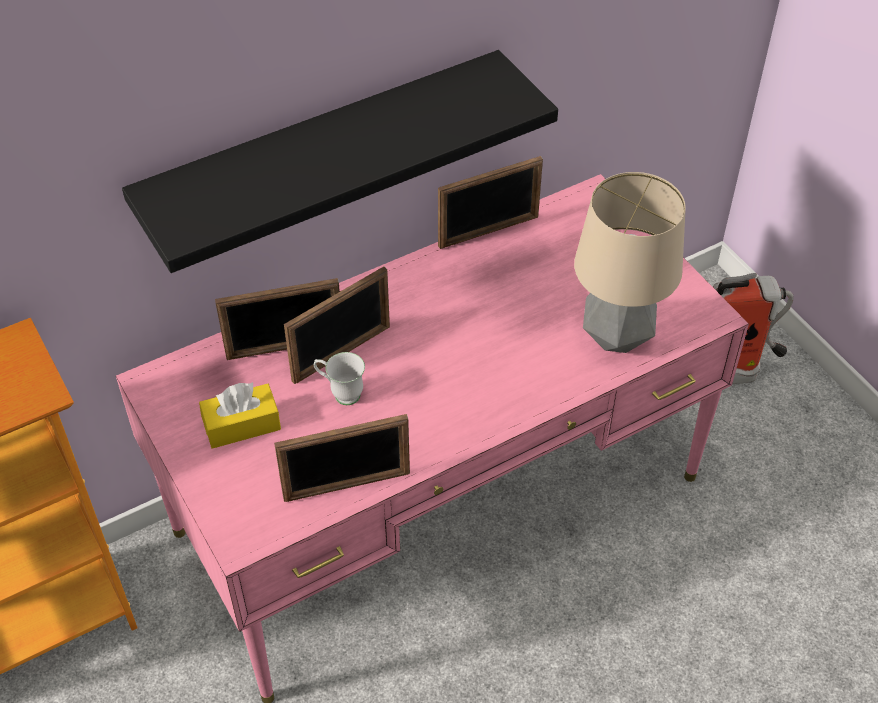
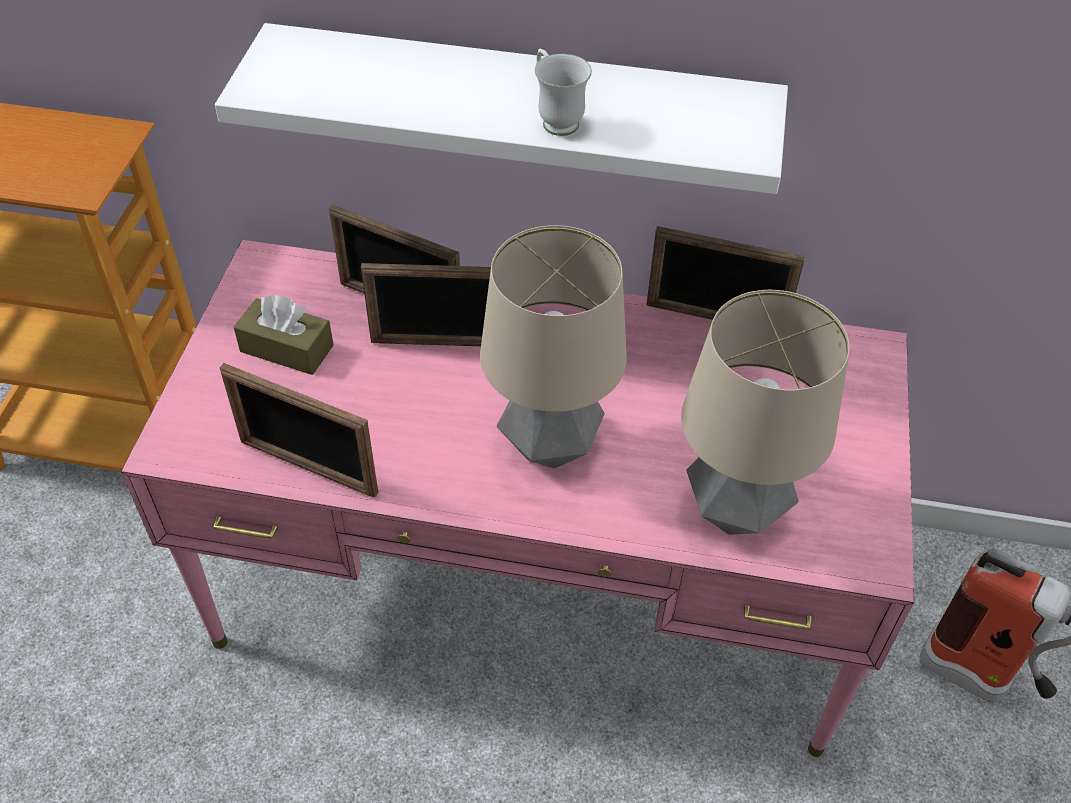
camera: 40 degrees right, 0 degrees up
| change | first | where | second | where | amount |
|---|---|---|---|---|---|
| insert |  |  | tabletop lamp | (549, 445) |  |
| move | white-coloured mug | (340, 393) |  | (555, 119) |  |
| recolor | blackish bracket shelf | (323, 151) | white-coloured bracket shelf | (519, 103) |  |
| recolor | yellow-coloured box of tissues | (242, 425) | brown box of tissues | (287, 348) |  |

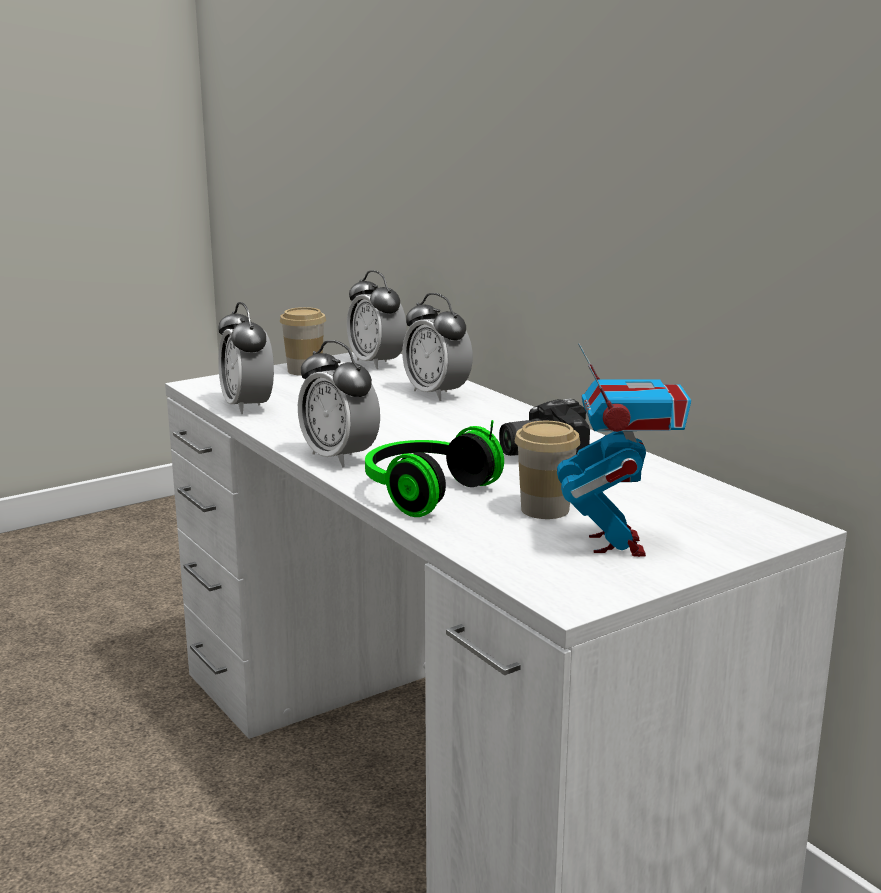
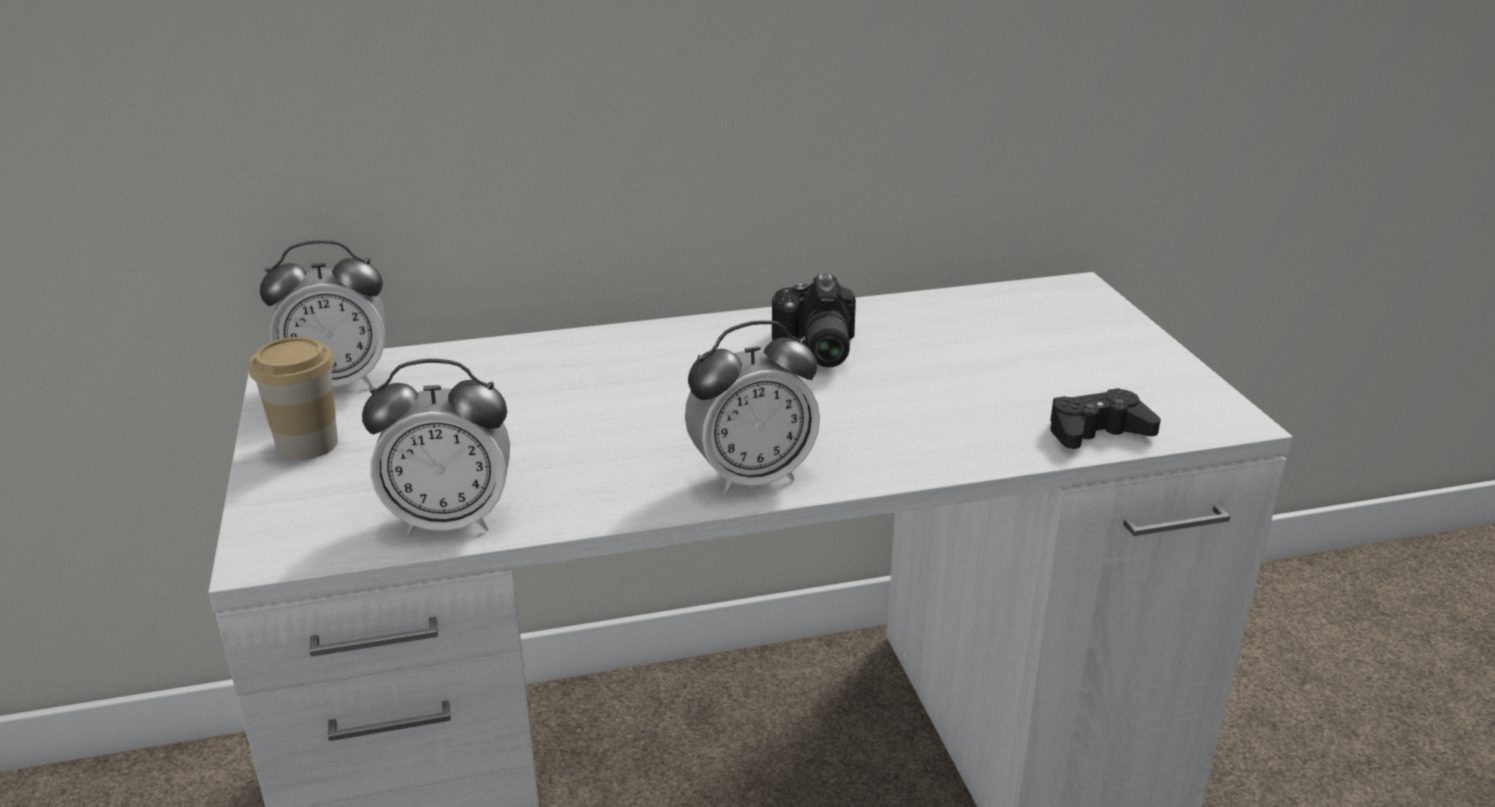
camera: 70 degrees left, 10 degrees up
| change | first | where | second | where | amount |
|---|---|---|---|---|---|
| delete | headphones | (423, 492) |  |  |  |
| delete | table clock | (437, 394) |  |  |  |
| delete | cup | (545, 509) |  |  |  |
| delete | robot figure | (617, 544) |  |  |  |
| insert |  |  | blackish joypad | (1097, 431) |  |

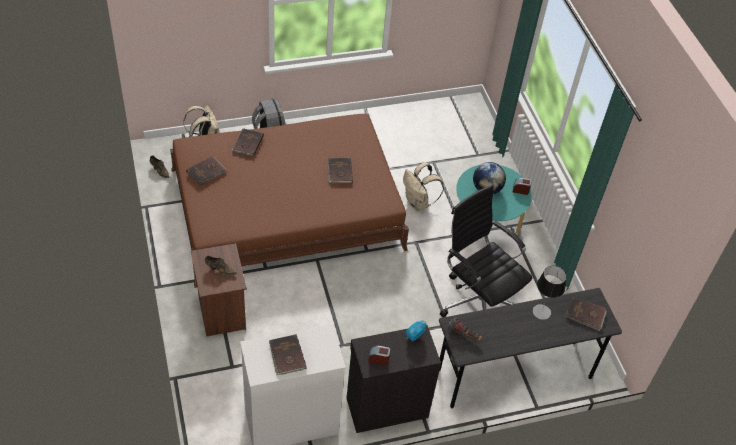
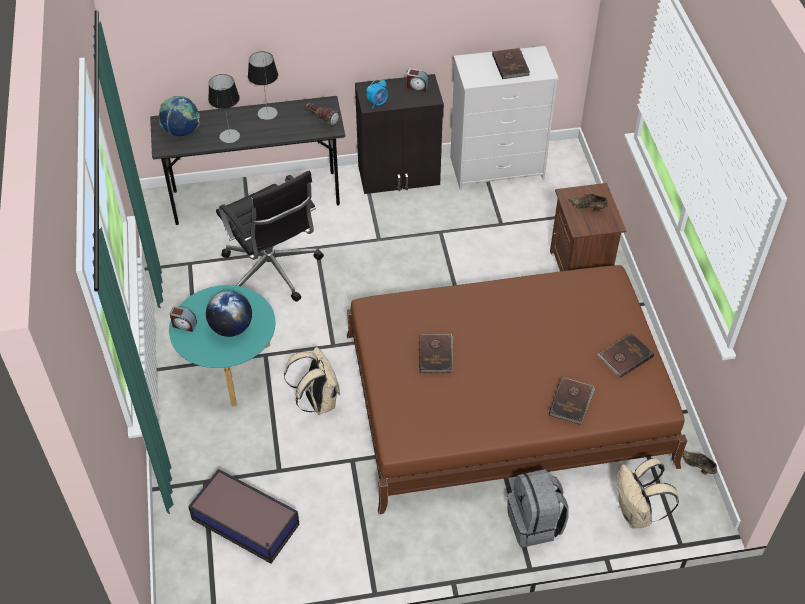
camera: 170 degrees left, 0 degrees up
| change | first | where | second | where | amount |
|---|---|---|---|---|---|
| insert |  |  | storage container | (246, 523) |  |
| insert |  |  | tabletop lamp | (267, 113) |  |
| replace | brown bound book | (585, 315) | world globe | (182, 132) |  |

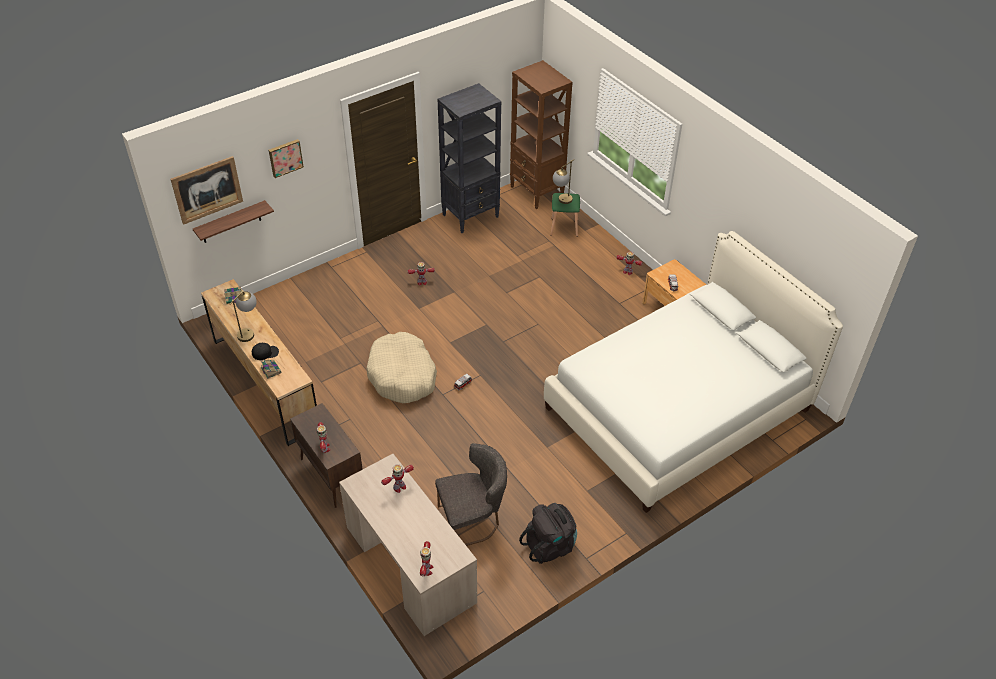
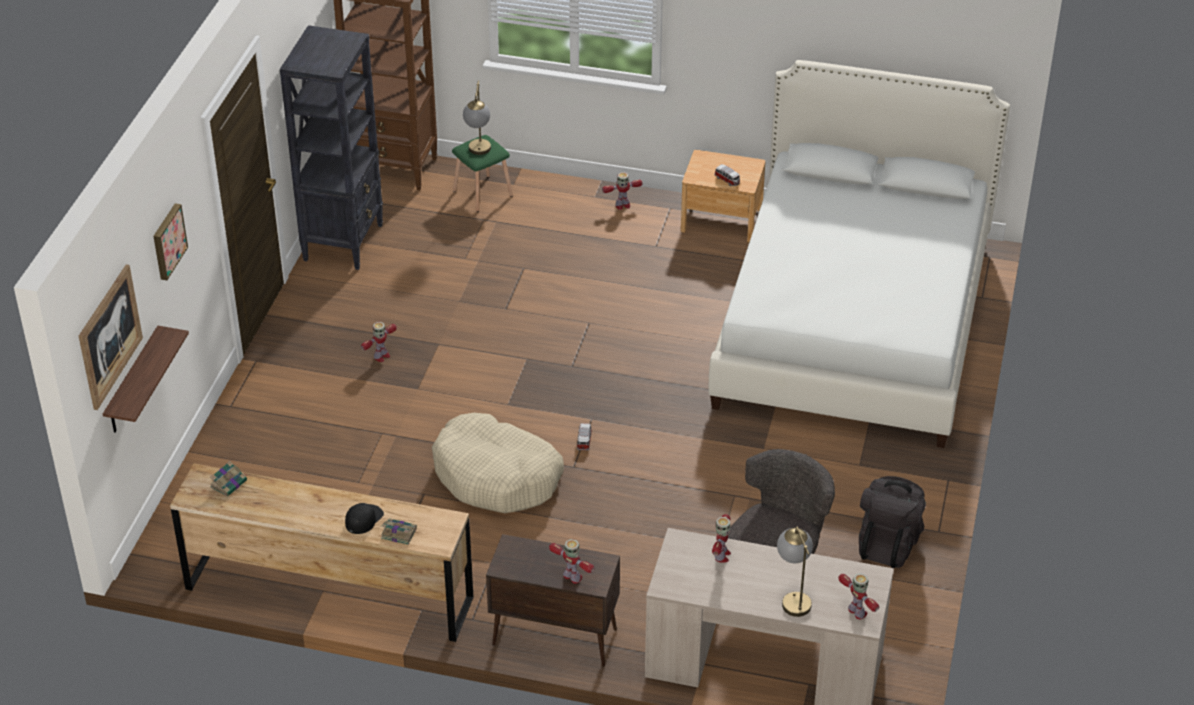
camera: 40 degrees left, 5 degrees down
| change | first | where | second | where | amount |
|---|---|---|---|---|---|
| move | tabletop lamp | (249, 332) |  | (792, 597) |  |

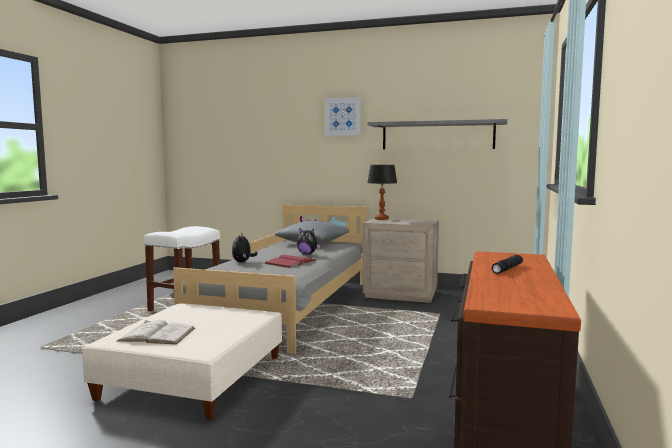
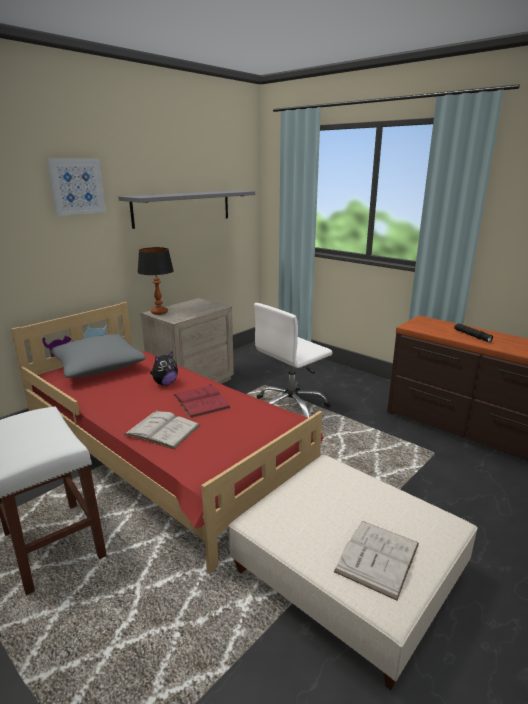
camera: 65 degrees left, 15 degrees up
| change | first | where | second | where | amount |
|---|---|---|---|---|---|
| insert |  |  | white-coloured office chair | (291, 408) |  |
| replace | plush toy | (243, 262) | white-coloured bound book | (162, 430) |  |
| recolor | greyish sleeping bed | (289, 308) | red-coloured sleeping bed | (164, 455) |  |

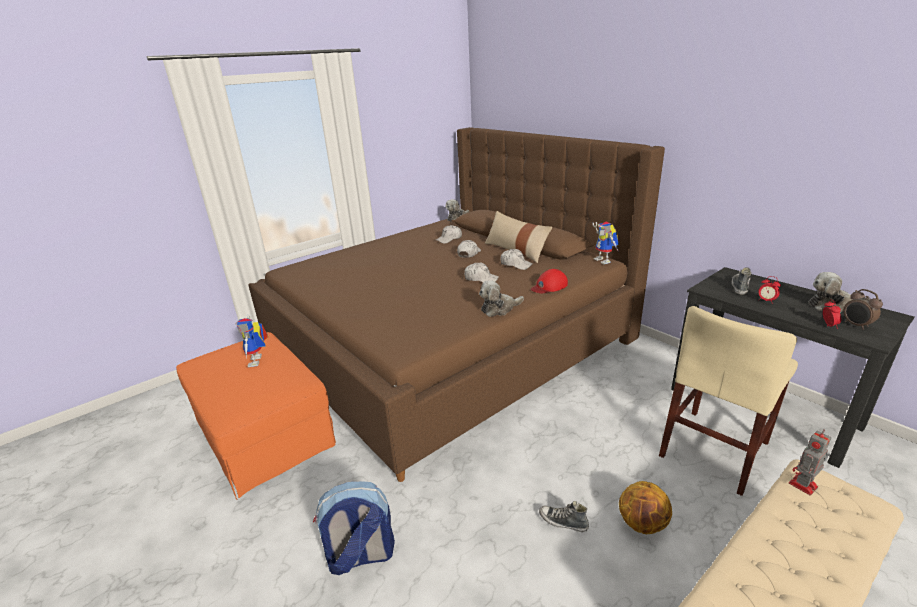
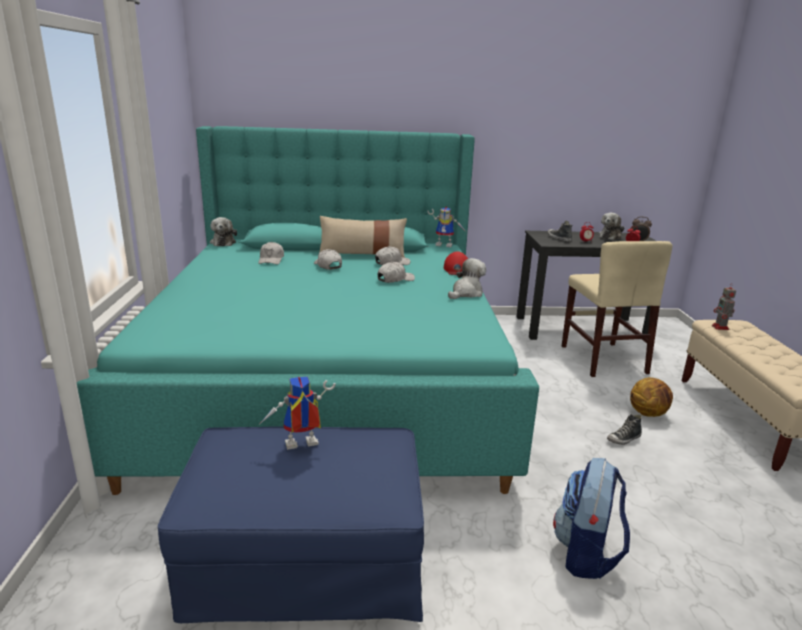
camera: 55 degrees left, 5 degrees down
| change | first | where | second | where | amount |
|---|---|---|---|---|---|
| recolor | orange-coloured pouffe | (264, 433) | bluish pouffe | (304, 562) |  |
| recolor | brown sleeping bed | (451, 344) | turquoise-coloured sleeping bed | (331, 381) |  |
| rotate | robot figure | (258, 361) |  | (299, 447) | 135 degrees clockwise |
| rotate | plush toy | (499, 309) |  | (466, 293) | 150 degrees counterclockwise |

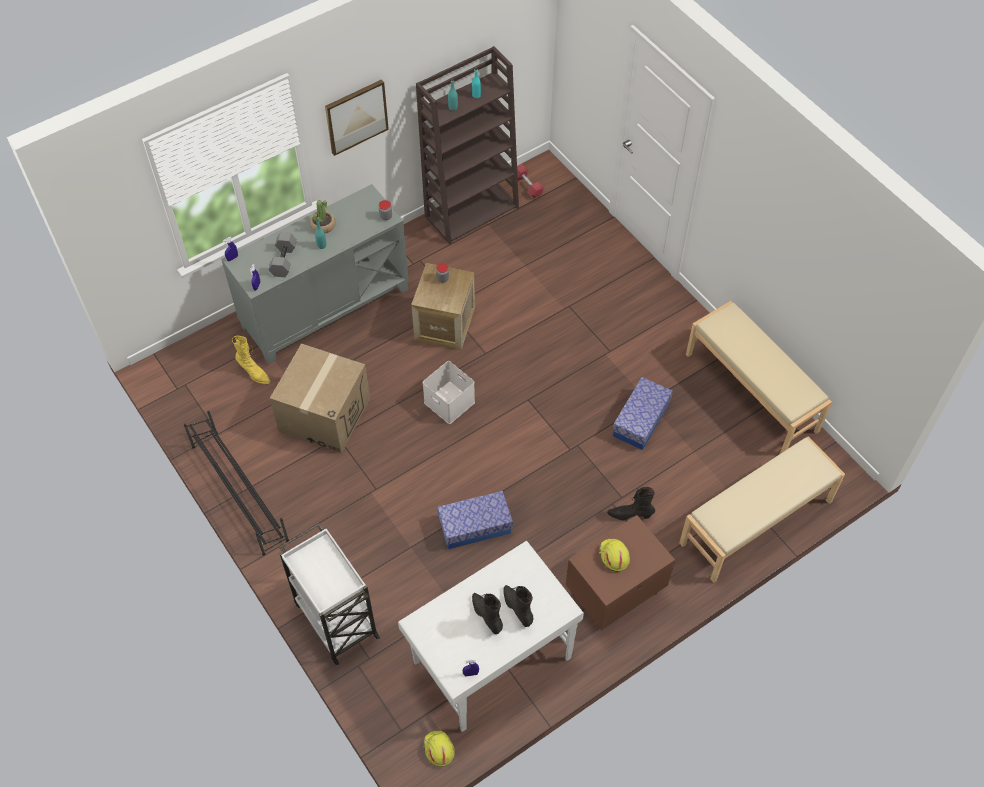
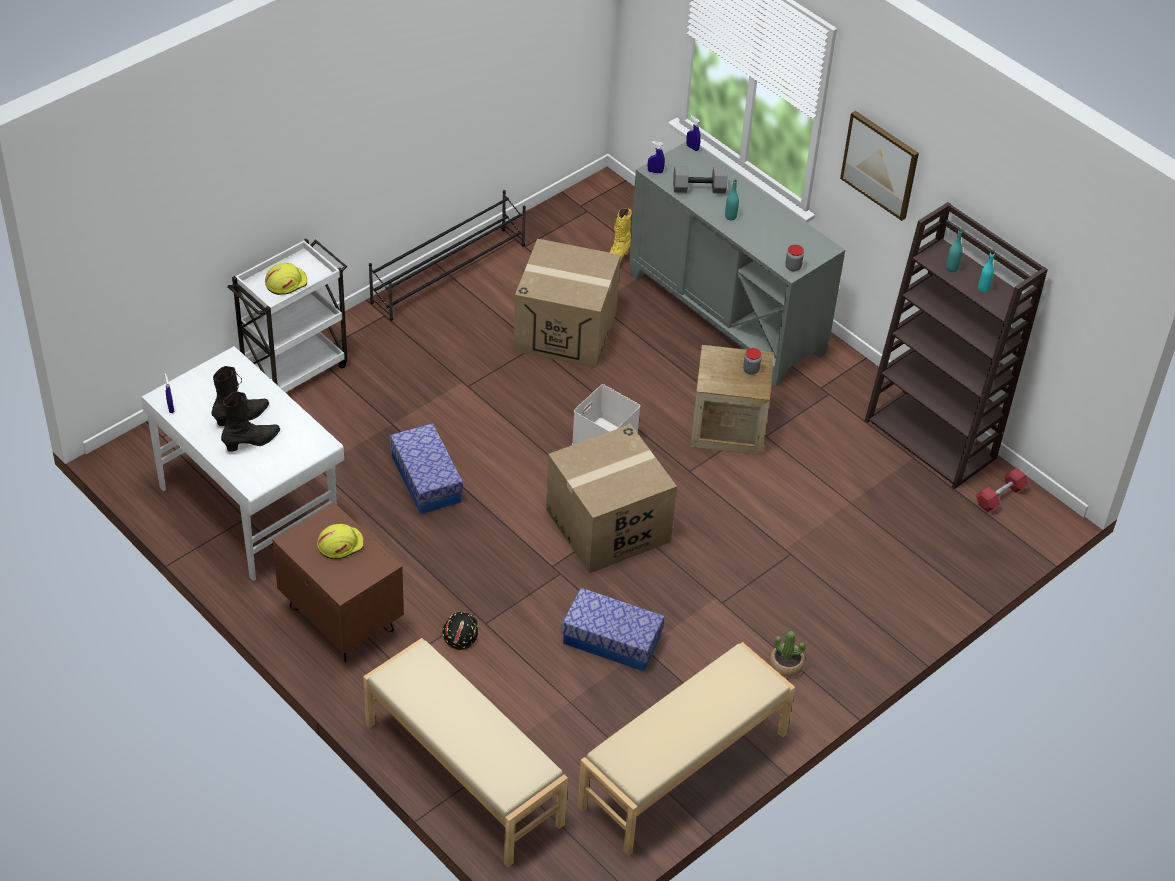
camera: 80 degrees right, 10 degrees down
| change | first | where | second | where | amount |
|---|---|---|---|---|---|
| insert |  |  | packing box | (607, 526) |  |
| move | plant in a pot | (323, 225) |  | (786, 664) |  |
| move | yellow-coloured hard hat | (438, 749) |  | (286, 282) |  |
| replace | blackish boot | (630, 514) | blackish hard hat | (459, 633) |  |

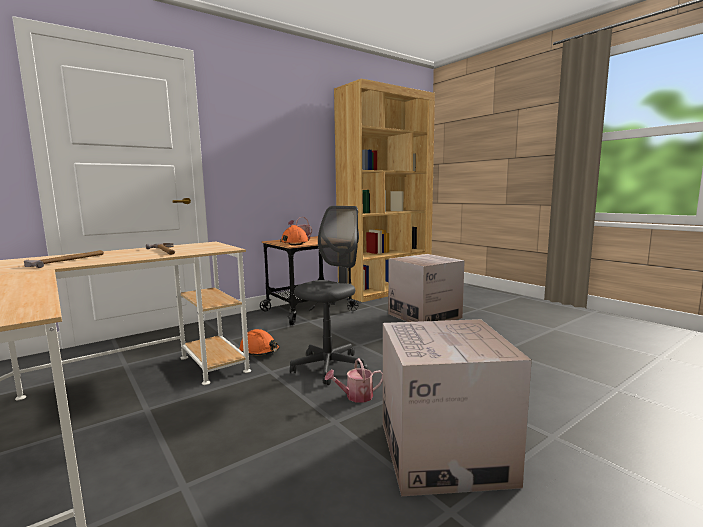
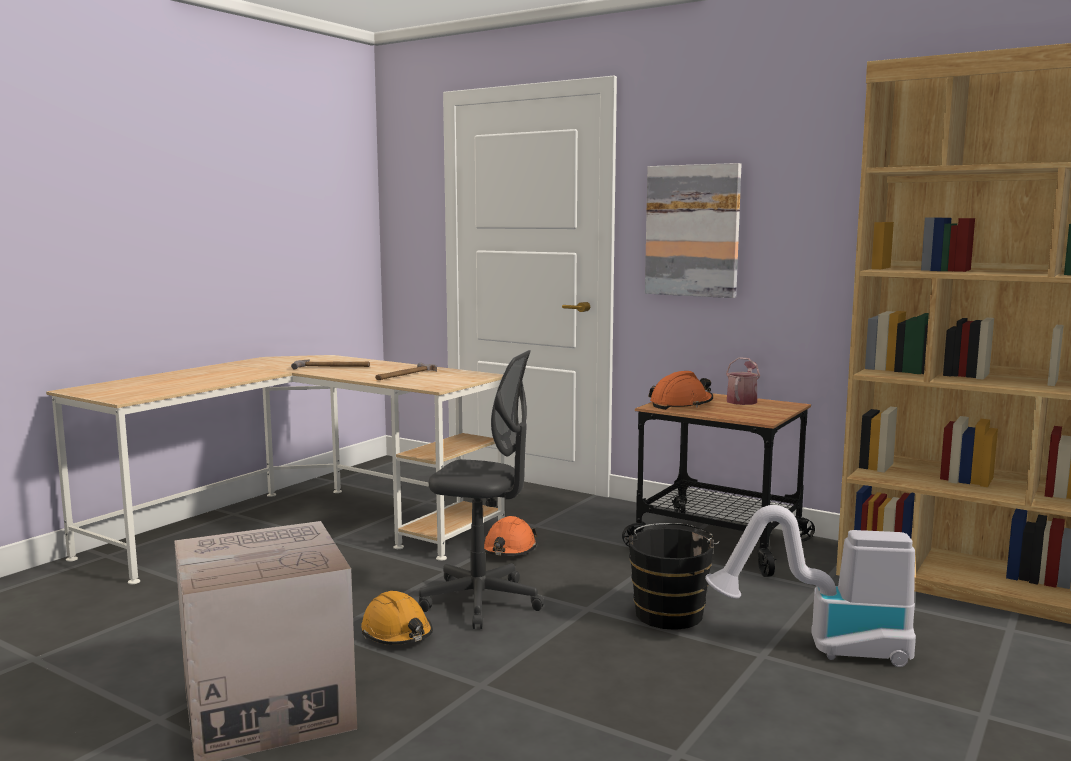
camera: 70 degrees right, 0 degrees up
| change | first | where | second | where | amount |
|---|---|---|---|---|---|
| insert |  |  | blackish pail | (669, 612) |  |
| insert |  |  | picture | (692, 231) |  |
| replace | watering can | (355, 396) | orange-coloured hard hat | (397, 634) |  |
| replace | packing box | (424, 316) | vacuum | (823, 648) |  |

